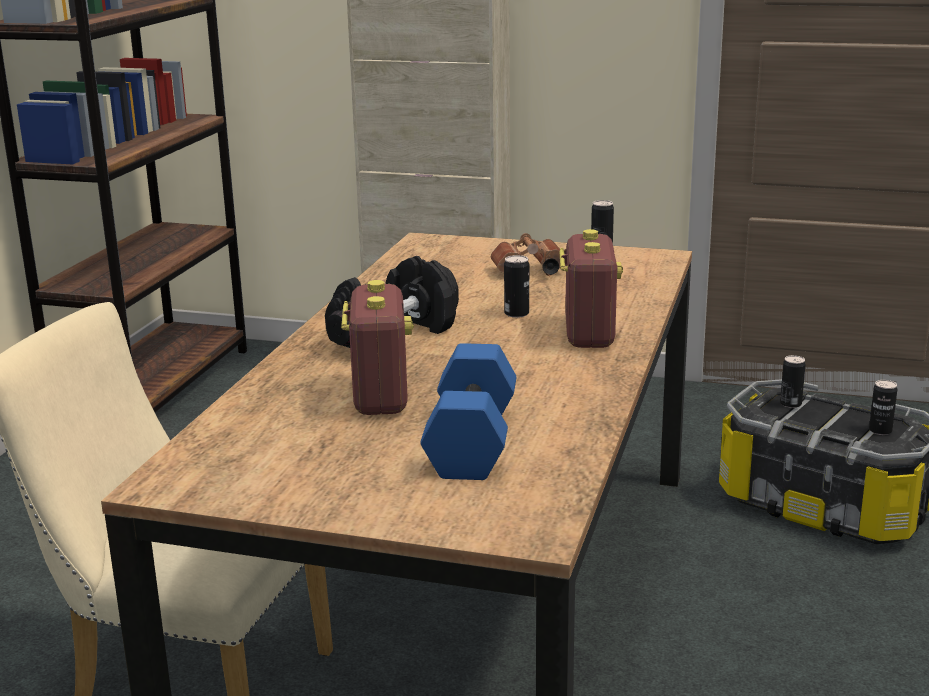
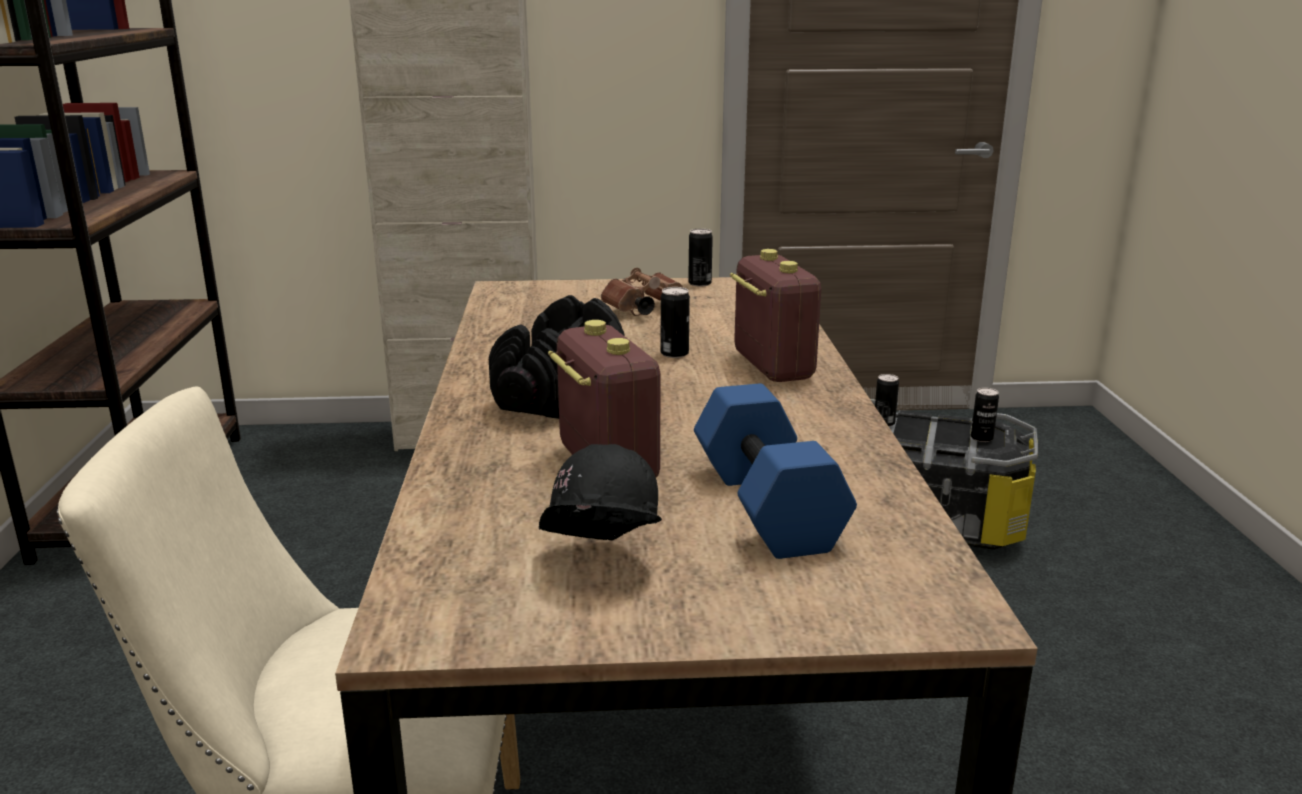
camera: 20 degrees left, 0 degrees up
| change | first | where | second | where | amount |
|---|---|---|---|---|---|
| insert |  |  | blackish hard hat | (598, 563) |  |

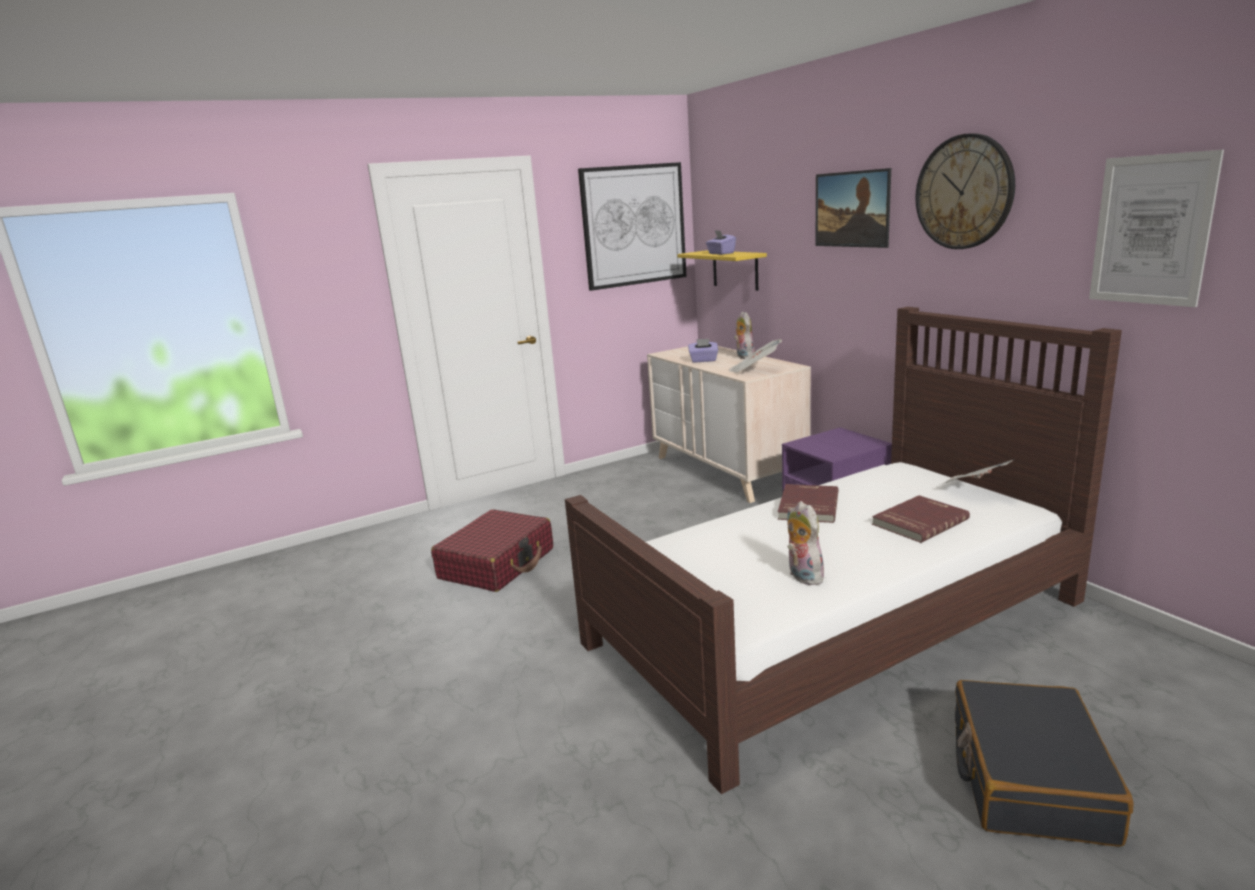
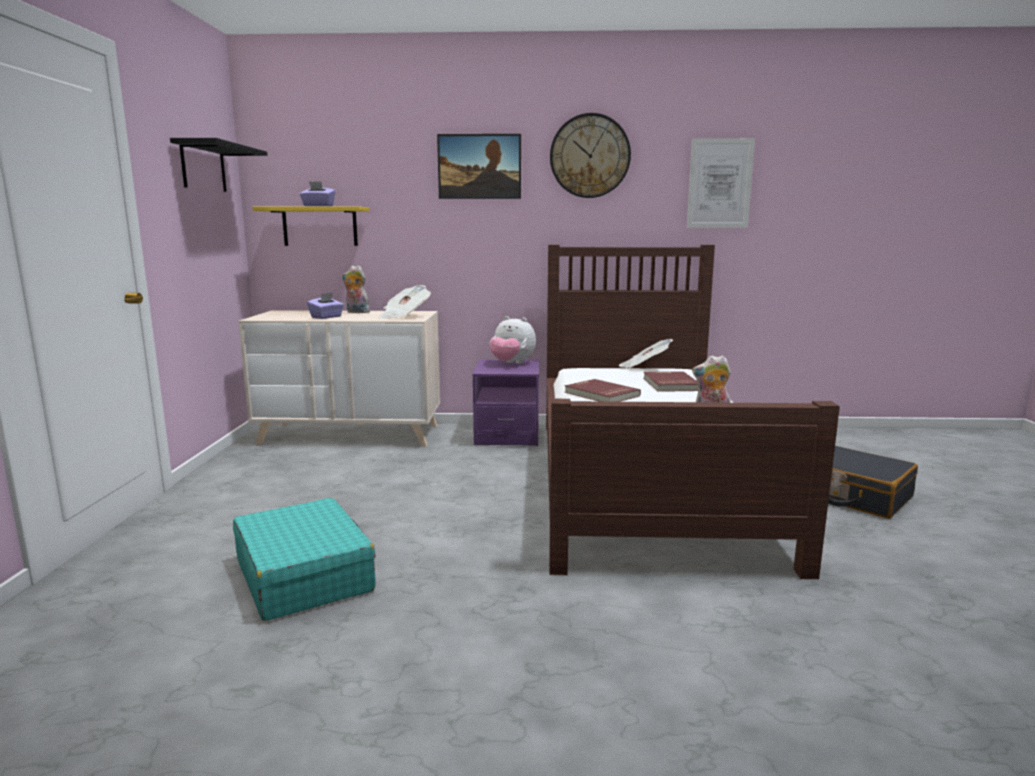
camera: 60 degrees left, 5 degrees down
| change | first | where | second | where | amount |
|---|---|---|---|---|---|
| insert |  |  | plush toy | (512, 364) |  |
| replace | picture | (634, 225) | blackish bracket shelf | (203, 167) |  |
| recolor | red-coloured suitcase | (497, 564) | turquoise-coloured suitcase | (304, 575) |  |

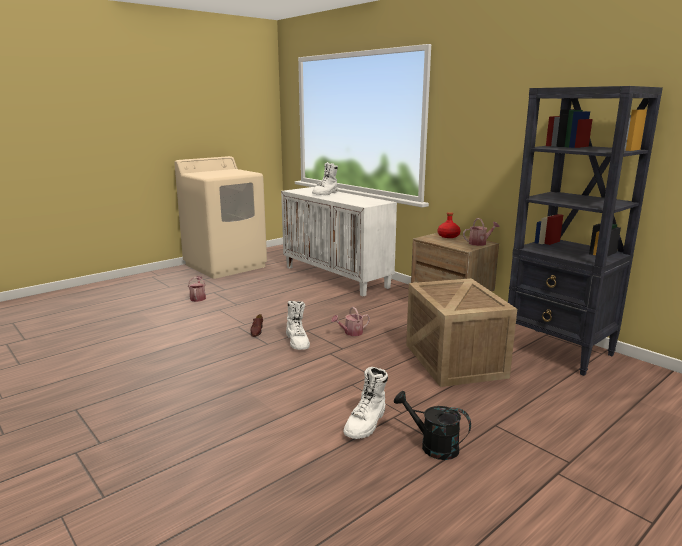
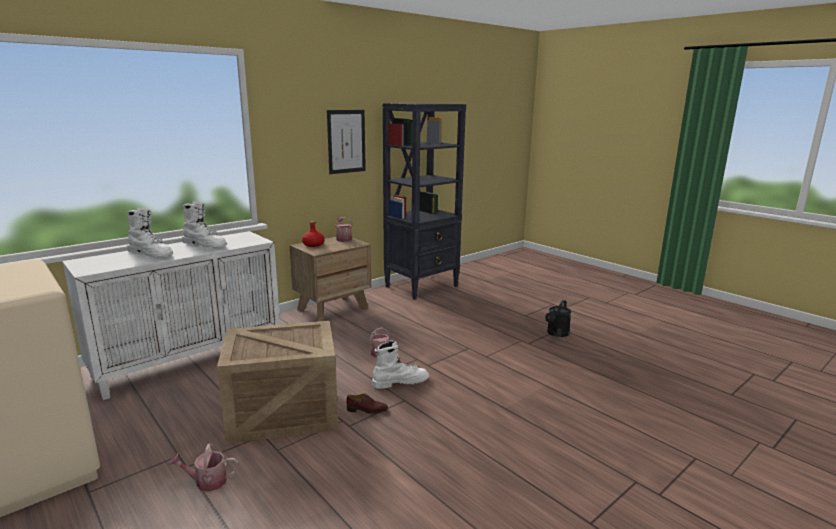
camera: 90 degrees left, 0 degrees up
| change | first | where | second | where | amount |
|---|---|---|---|---|---|
| insert |  |  | picture | (346, 141) |  |
| move | white-coloured boot | (366, 423) |  | (205, 245) |  |
| move | crate | (453, 360) |  | (282, 413) |  |

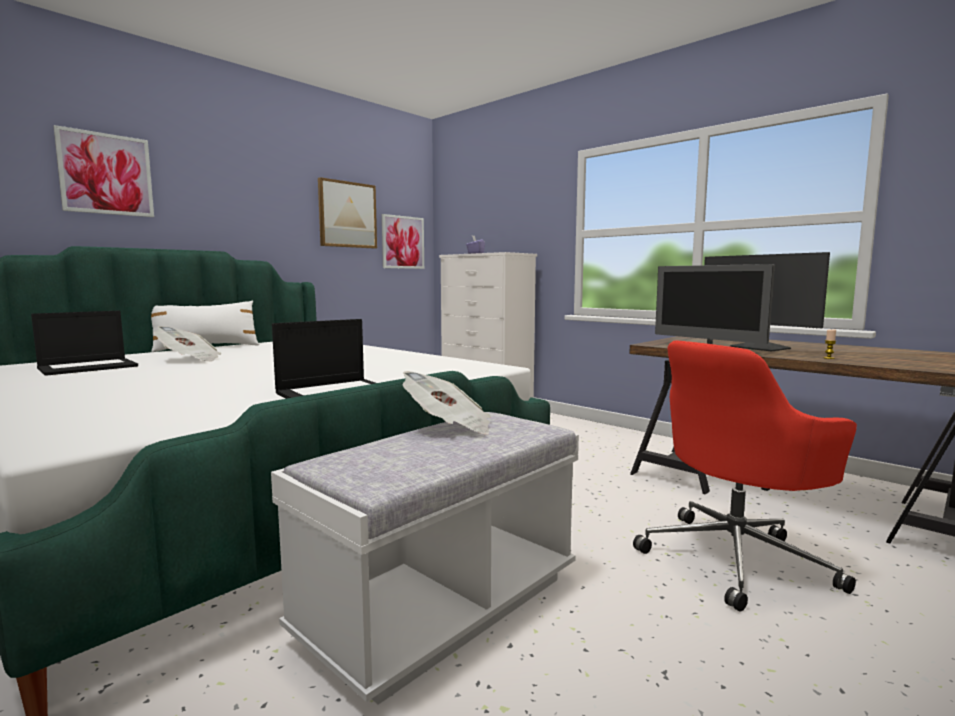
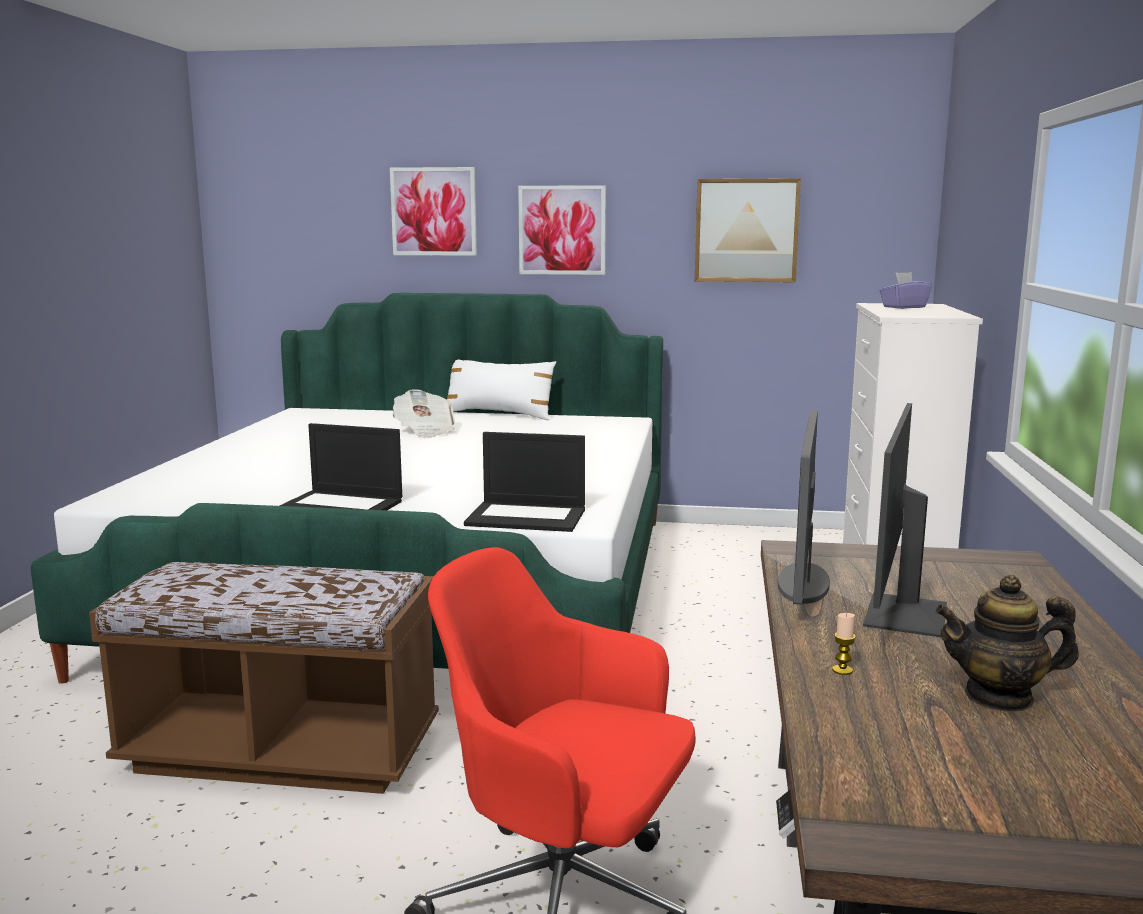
camera: 55 degrees right, 5 degrees up
| change | first | where | second | where | amount |
|---|---|---|---|---|---|
| delete | printed paper | (449, 427) |  |  |  |
| insert |  |  | pot for tea | (999, 697) |  |
| move | notebook computer | (89, 367) |  | (528, 517) |  |
| move | picture | (403, 242) |  | (562, 230) |  |
| recolor | white-coloured indoor bench | (442, 607) | brown indoor bench | (281, 752) |  |

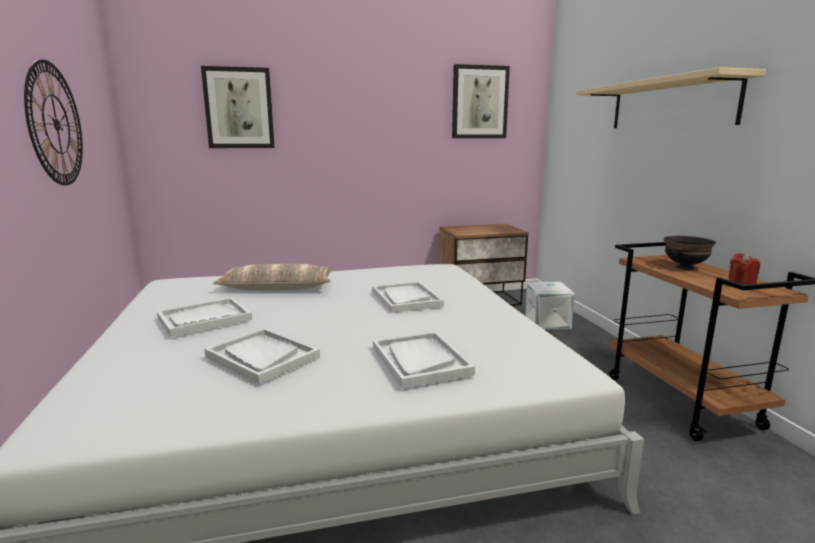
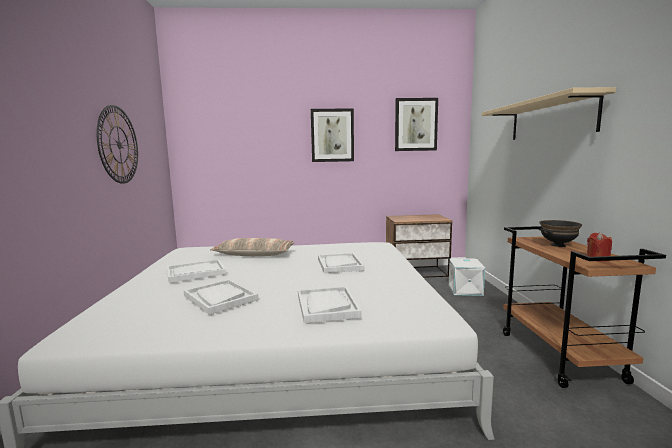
camera: 10 degrees right, 5 degrees down
| change | first | where | second | where | amount |
|---|---|---|---|---|---|
| move | picture | (239, 108) |  | (332, 135) |  |

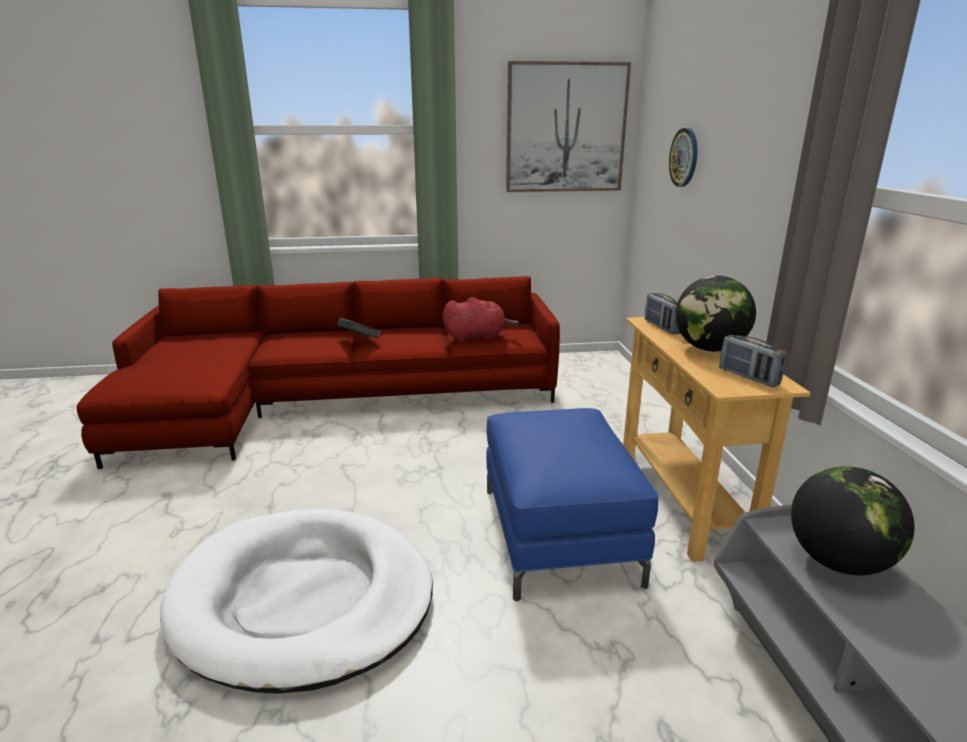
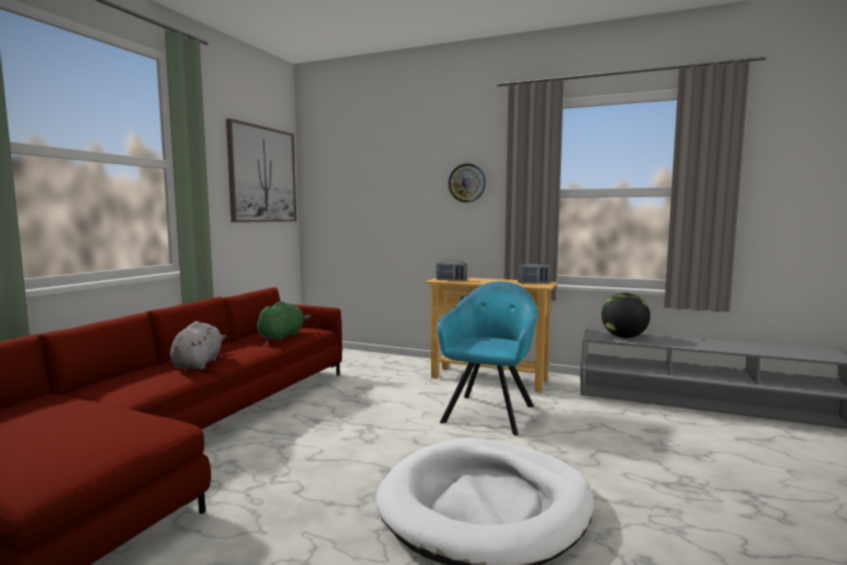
camera: 60 degrees left, 15 degrees down
| change | first | where | second | where | amount |
|---|---|---|---|---|---|
| delete | world globe | (709, 349) |  |  |  |
| move | clock on the wall | (684, 157) |  | (467, 183) |  |
| replace | bound book | (360, 341) | greyish plush toy | (198, 364) |  |
| replace | bluish pouffe | (558, 534) | turquoise-coloured lounge chair | (489, 412) |  |
| recolor | red-coloured plush toy | (477, 337) | green-coloured plush toy | (282, 336) |  |

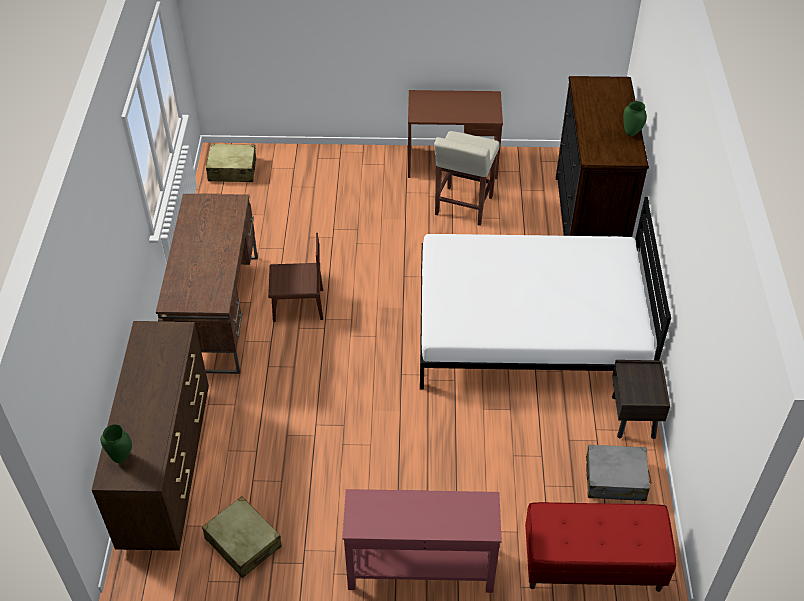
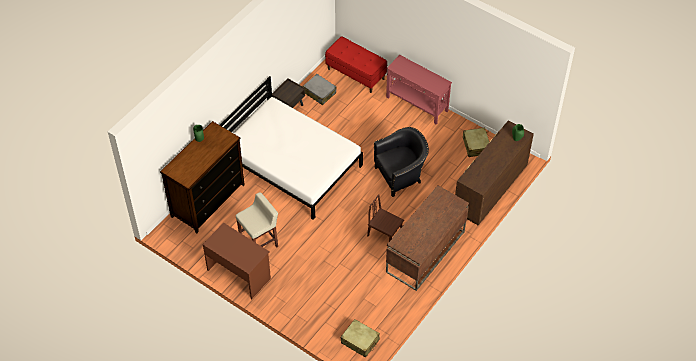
camera: 145 degrees left, 5 degrees up
| change | first | where | second | where | amount |
|---|---|---|---|---|---|
| insert |  |  | blackish lounge chair | (401, 175) |  |

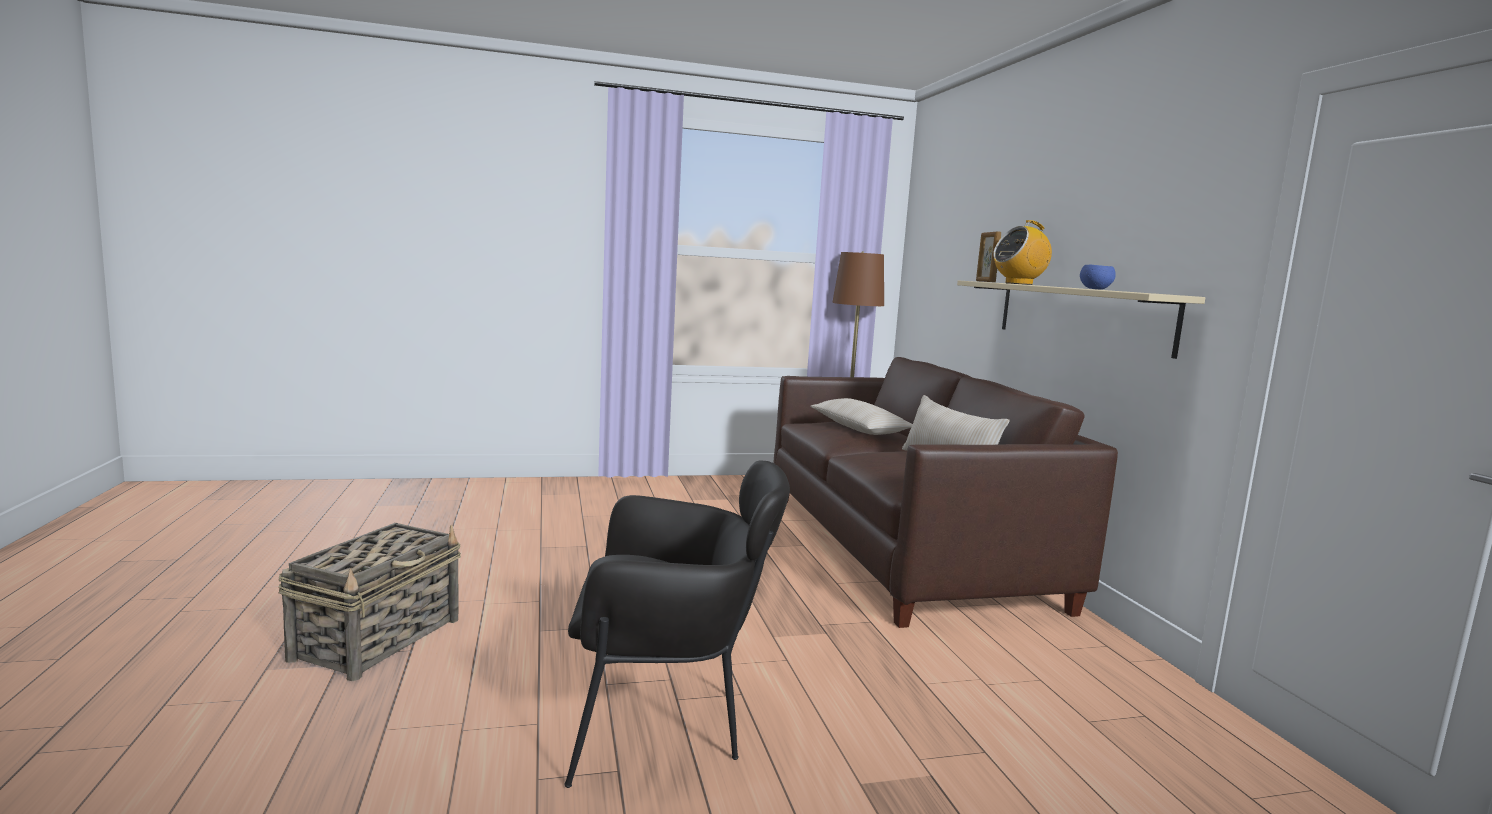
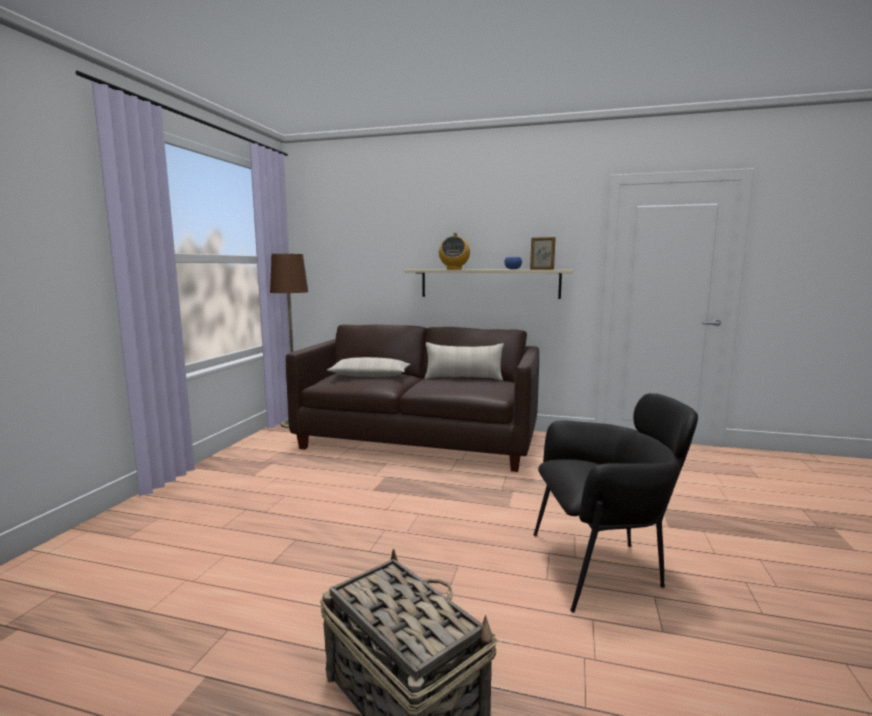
camera: 60 degrees left, 0 degrees up
| change | first | where | second | where | amount |
|---|---|---|---|---|---|
| move | picture frame | (985, 281) |  | (541, 269) |  |
| rotate | blackish lounge chair | (668, 724) |  | (604, 567) | 60 degrees clockwise |

